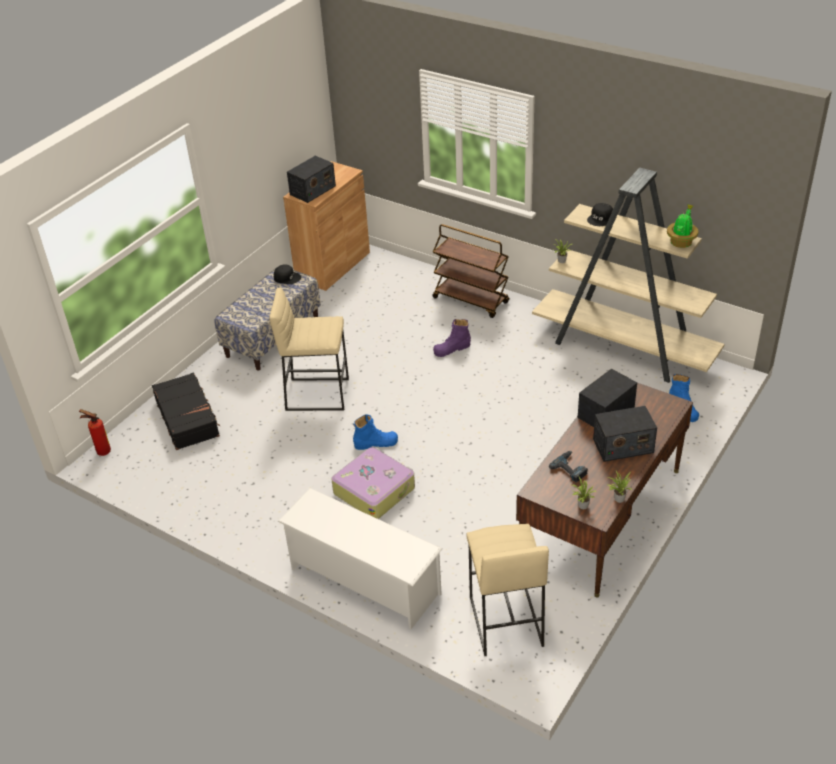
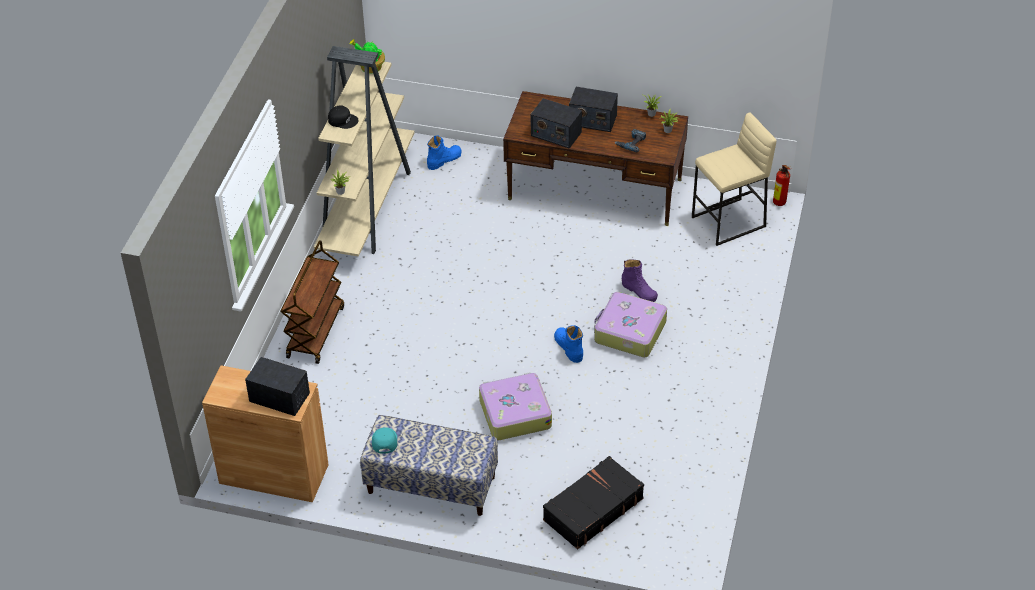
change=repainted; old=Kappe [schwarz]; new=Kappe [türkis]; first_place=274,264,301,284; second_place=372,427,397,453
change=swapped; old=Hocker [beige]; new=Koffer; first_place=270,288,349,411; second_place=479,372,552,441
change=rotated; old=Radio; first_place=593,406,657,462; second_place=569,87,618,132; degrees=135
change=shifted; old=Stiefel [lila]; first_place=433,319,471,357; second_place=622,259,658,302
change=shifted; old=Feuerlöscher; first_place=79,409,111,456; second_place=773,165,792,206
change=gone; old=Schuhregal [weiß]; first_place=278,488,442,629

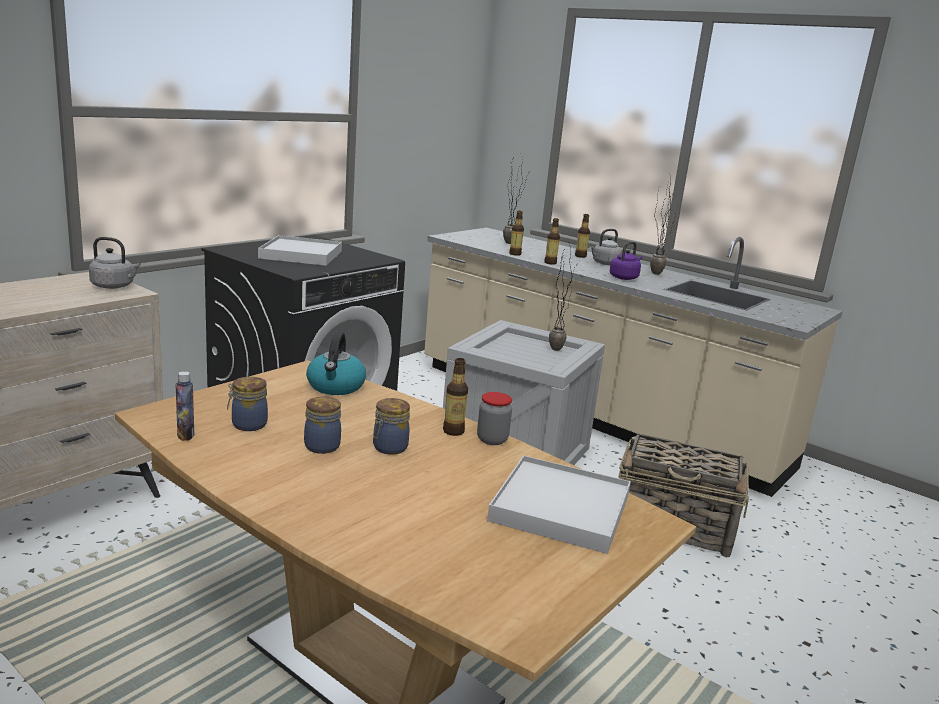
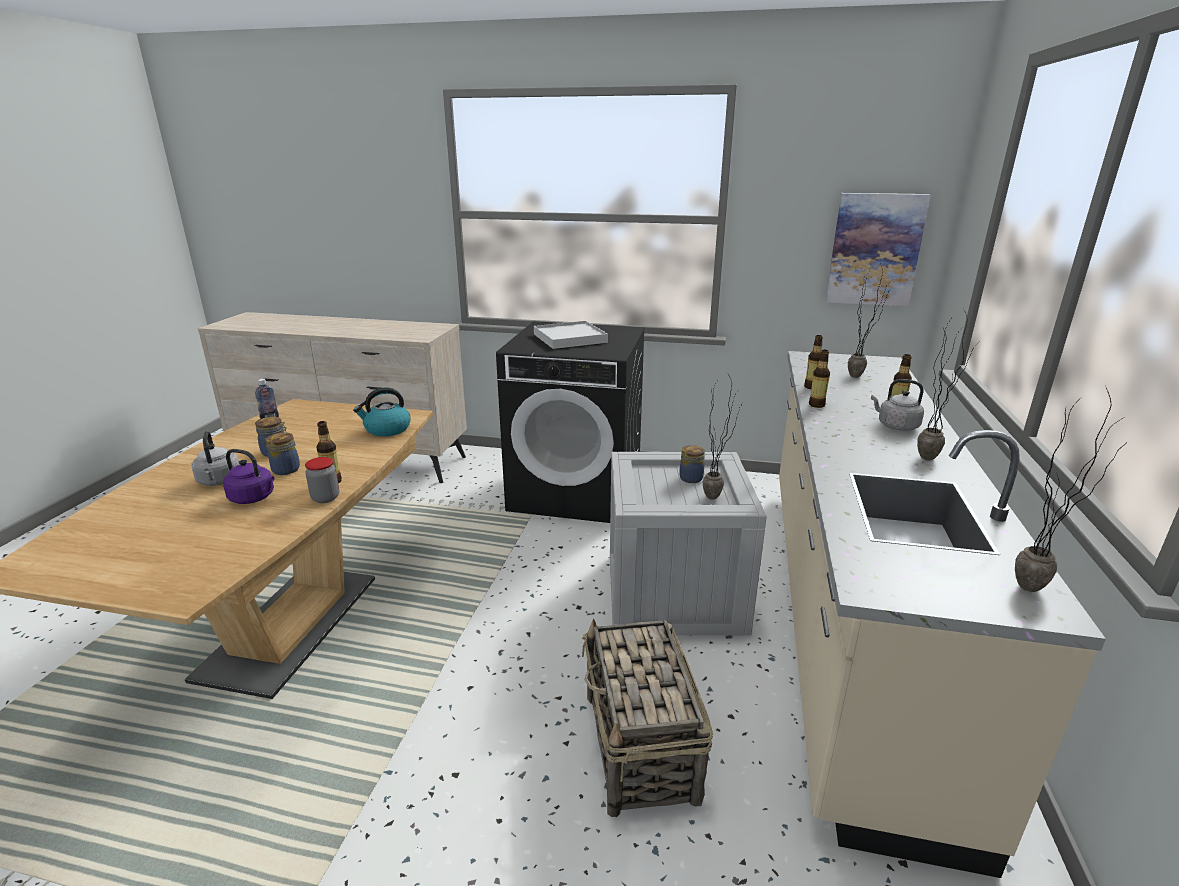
change=shifted; old=Wasserkessel [grau]; first_place=89,237,141,289; second_place=192,431,240,486
change=shifted; old=Wasserkessel [lila]; first_place=610,241,642,280; second_place=223,449,275,504
change=shifted; old=Vorratsglas; first_place=227,377,268,431; second_place=679,445,705,483
change=new; new=Bild; second_place=825,193,931,306
change=new; new=Topfpflanze; second_place=1015,387,1125,592
change=gone; old=Tablett [weiß]; first_place=487,455,631,554

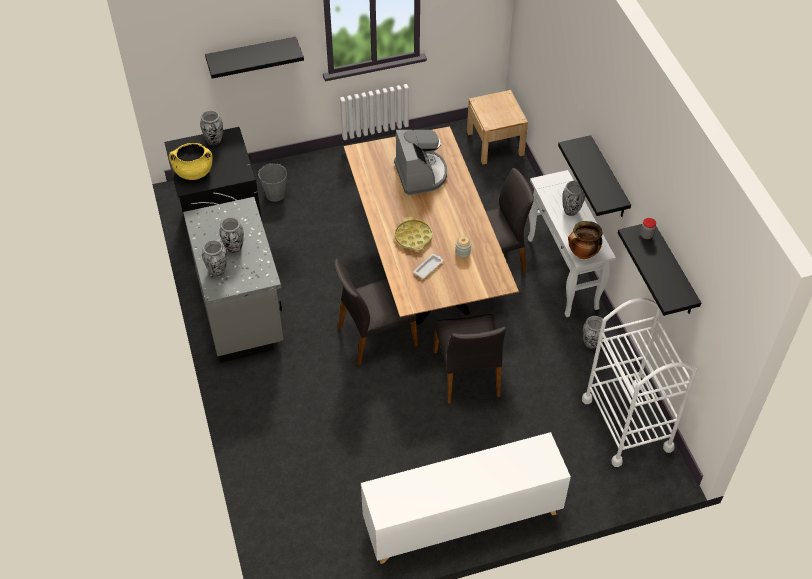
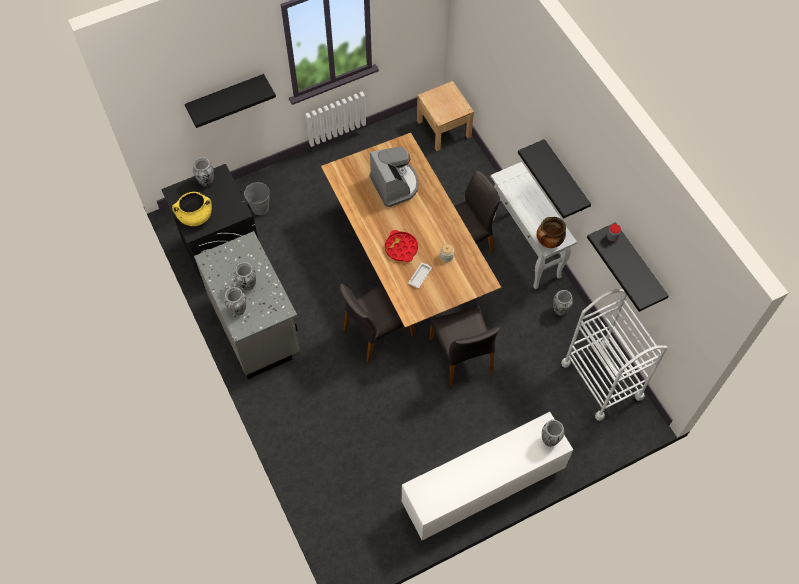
change=repainted; old=Tablett [gelb]; new=Tablett [rot]; first_place=395,217,433,251; second_place=385,230,418,262
change=shifted; old=Vase; first_place=562,181,585,216; second_place=542,420,564,447

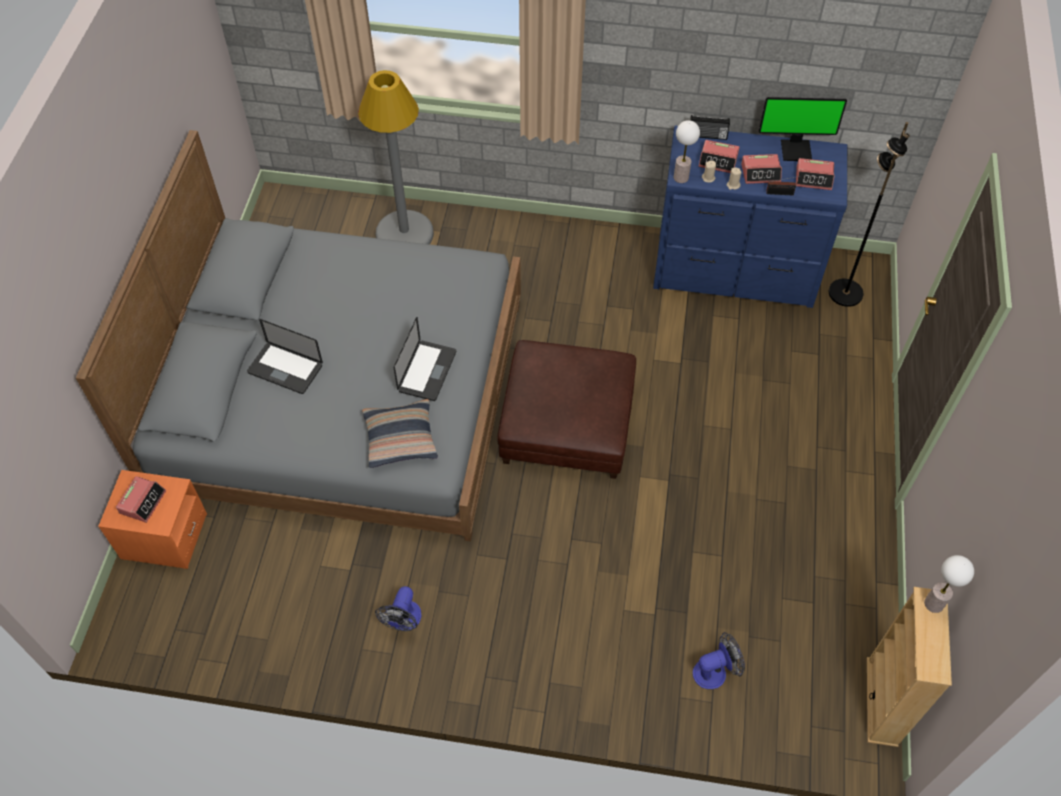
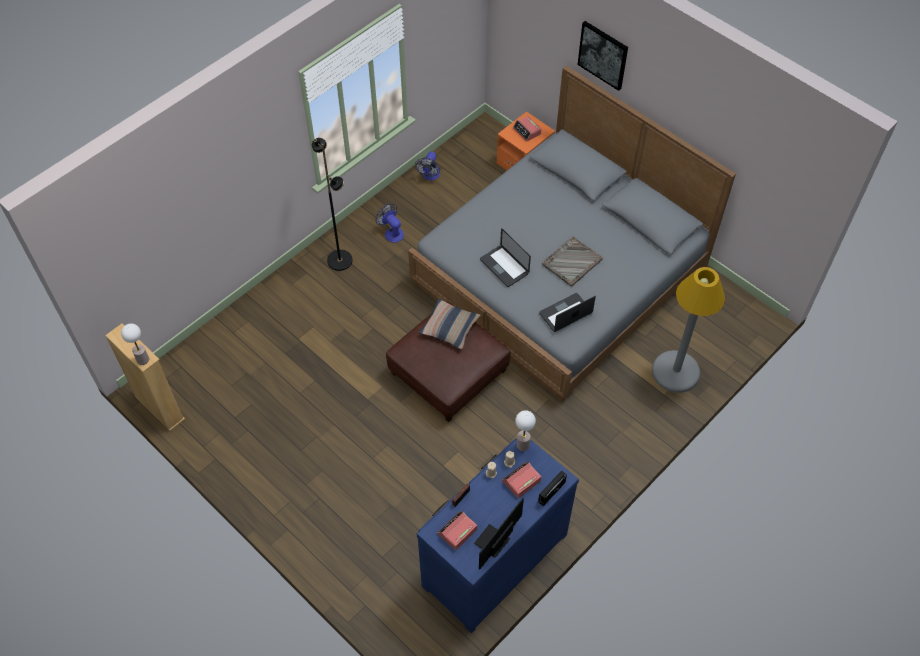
change=shifted; old=Stehlampe [schwarz]; first_place=829,122,910,307; second_place=312,138,353,271
change=shifted; old=Ventilator; first_place=693,632,745,689; second_place=415,151,440,180
change=shifted; old=Kissen; first_place=362,399,438,468; second_place=419,299,480,350
change=shifted; old=Laptop; first_place=247,319,323,394; second_place=539,293,596,332
change=new; new=Tablett [grau]; second_place=542,236,603,287
change=new; new=Bild; second_place=578,21,628,91
change=gone; old=Wecker; first_place=741,154,782,184

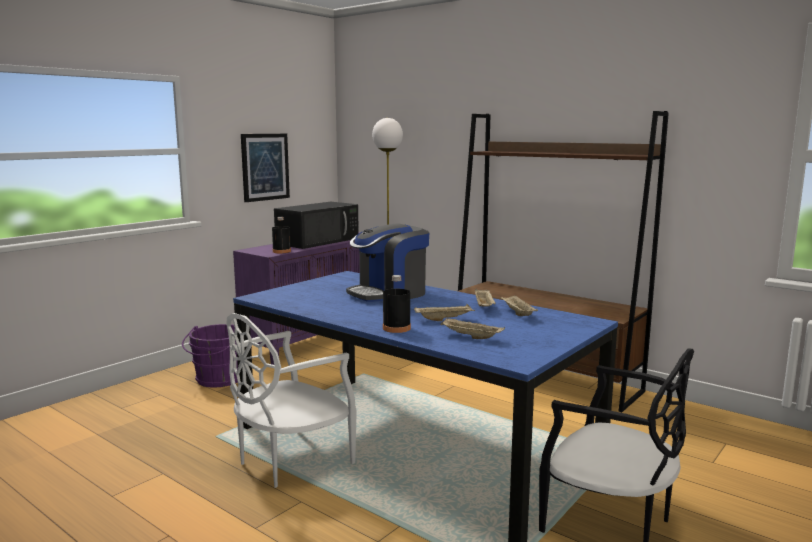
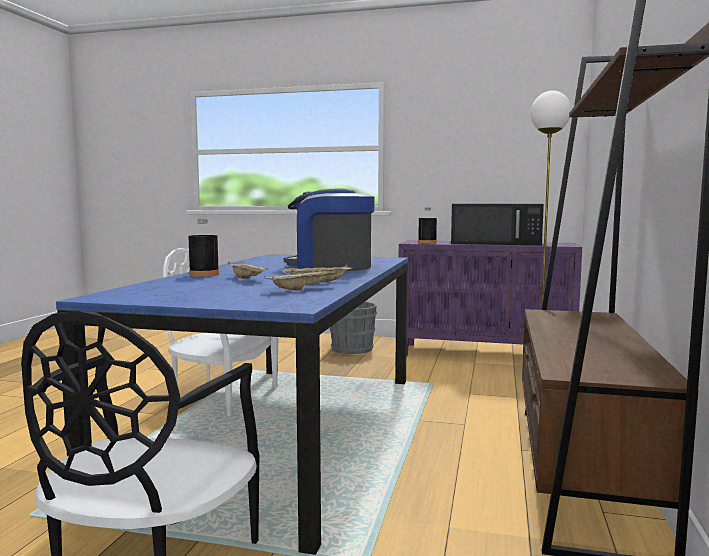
change=repainted; old=Eimer [lila]; new=Eimer [grau]; first_place=182,324,238,388; second_place=329,302,377,354
change=gone; old=Bild; first_place=241,134,290,202
change=gone; old=Tablett [beige]; first_place=440,318,505,339

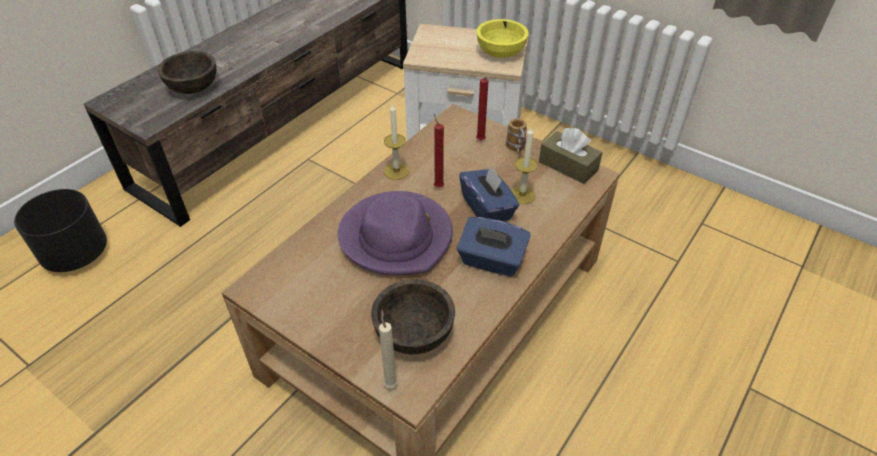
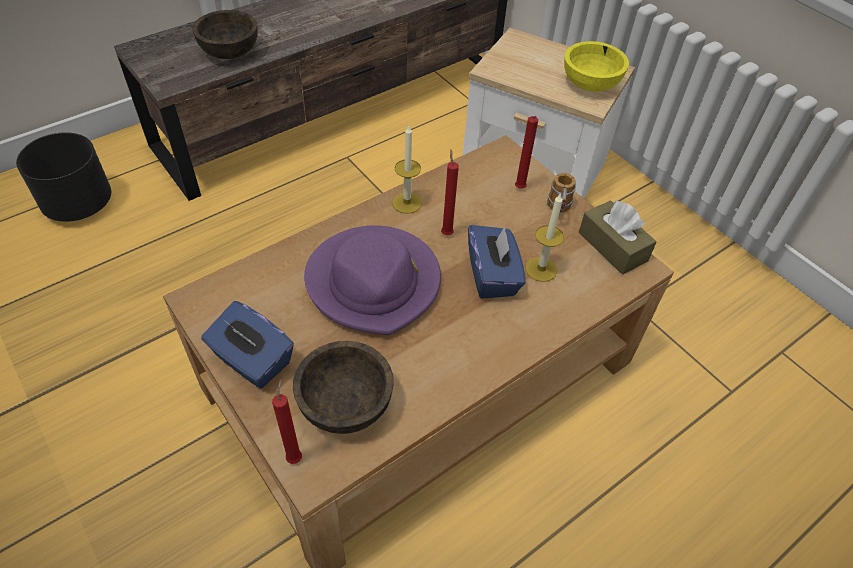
change=shifted; old=Taschentuchbox [blau]; first_place=457,217,531,277; second_place=201,301,294,389
change=repainted; old=Kerze [beige]; new=Kerze [rot]; first_place=379,310,398,389; second_place=272,379,302,464

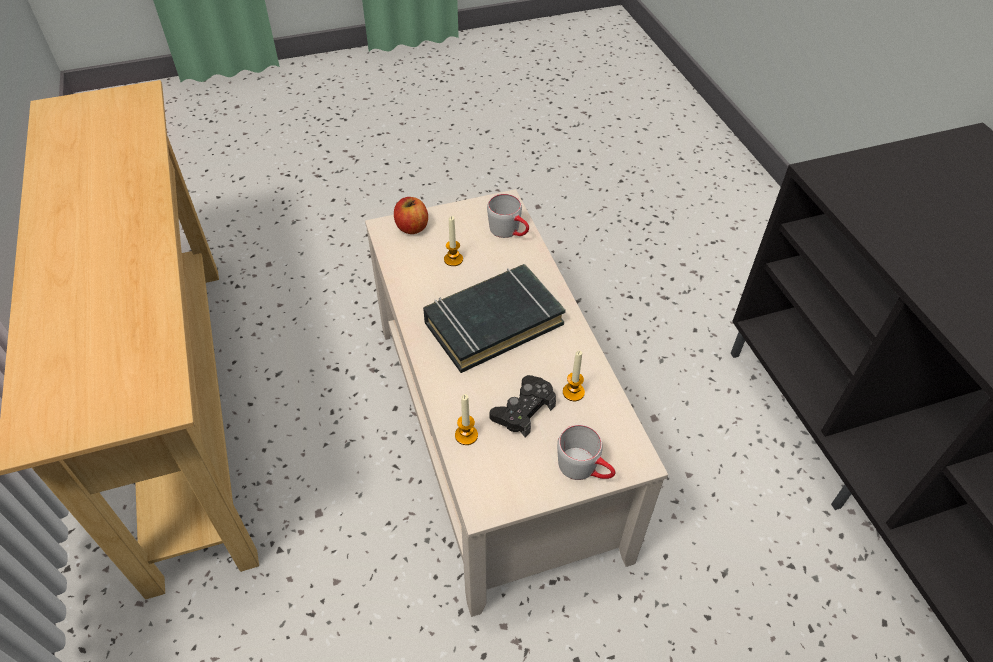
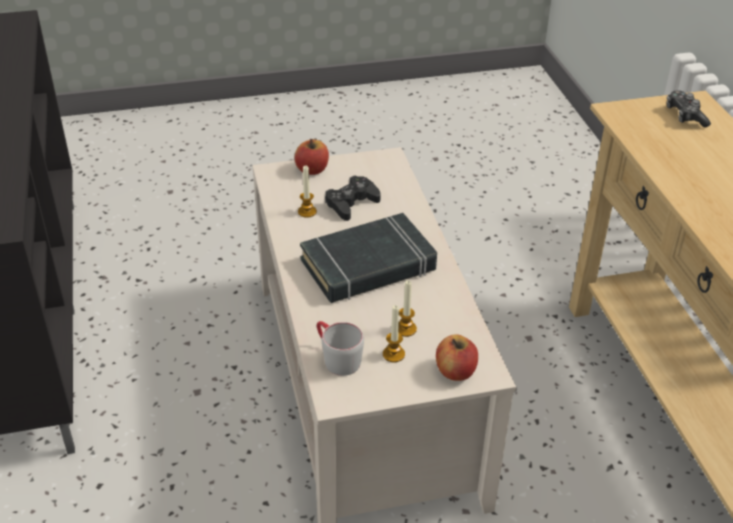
change=swapped; old=Henkelbecher [grau]; new=Apfel; first_place=557,425,616,480; second_place=295,139,329,175
change=shifted; old=Kerze; first_place=455,394,478,445; second_place=383,305,405,362
change=new; new=Gamepad; second_place=666,90,711,127

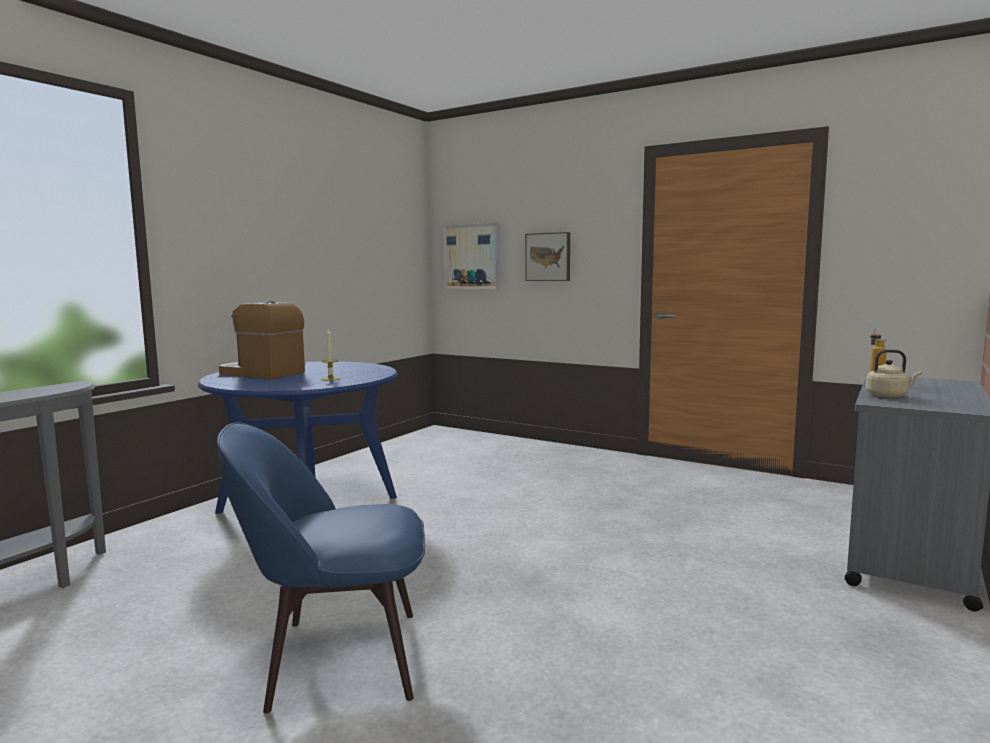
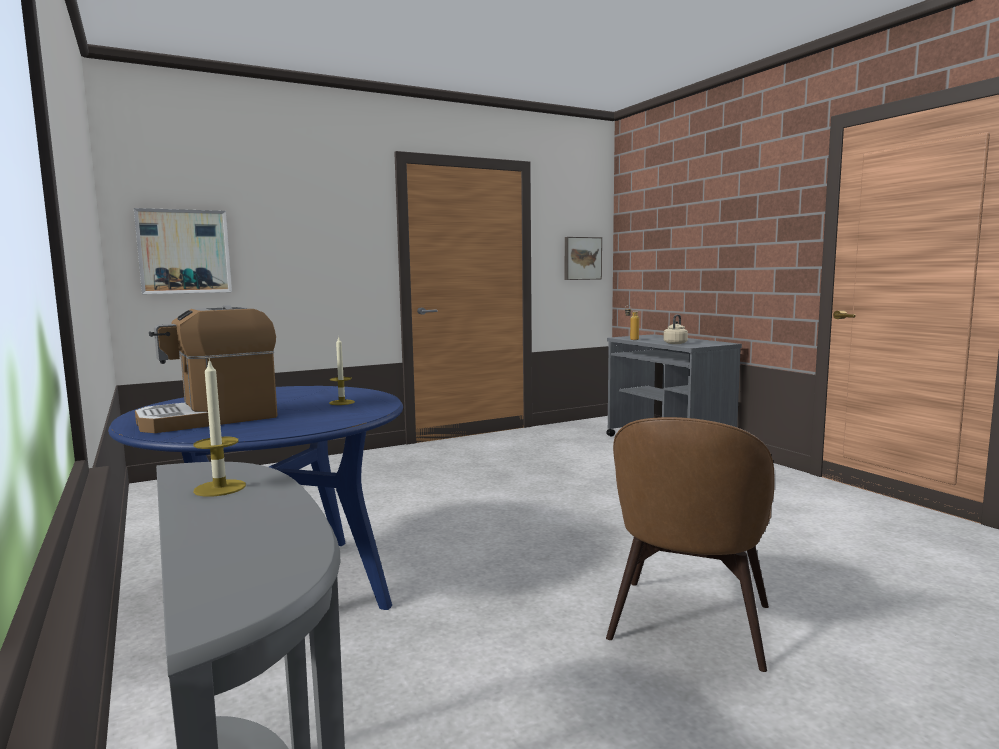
change=new; new=Kerze; second_place=193,358,246,497
change=shifted; old=Bild; first_place=525,232,570,281; second_place=565,237,602,280
change=repainted; old=Stuhl [blau]; new=Stuhl [braun]; first_place=217,423,425,713; second_place=606,417,775,672

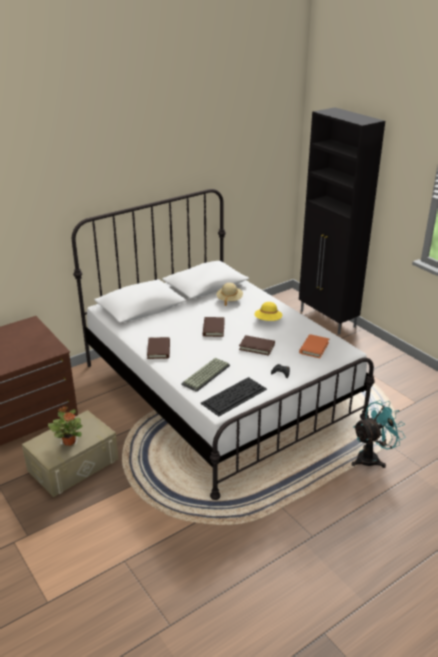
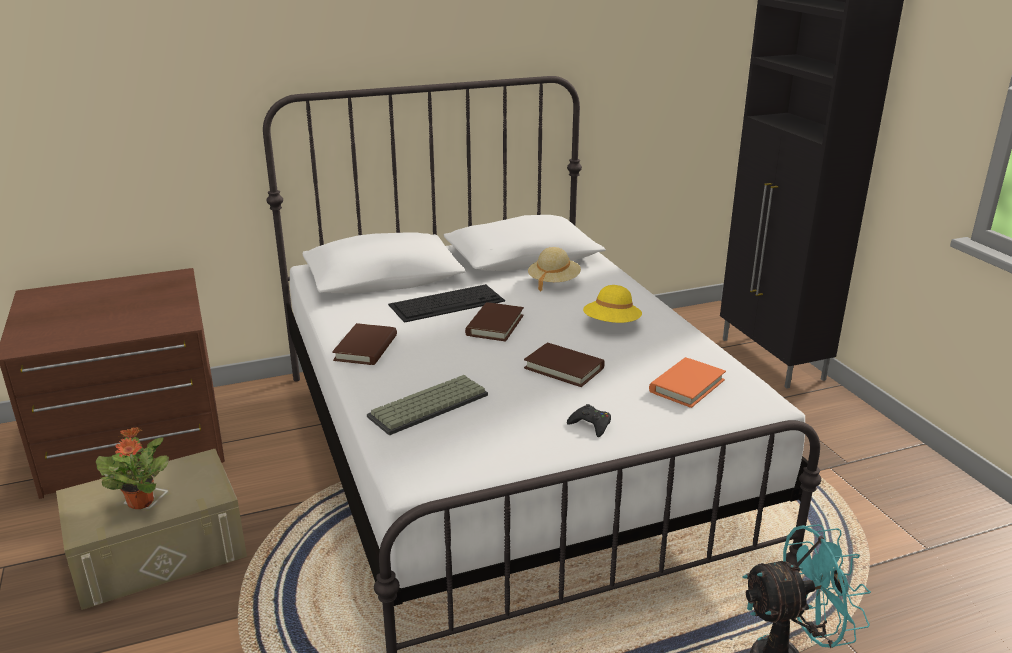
change=shifted; old=Tastatur; first_place=200,377,267,416; second_place=388,284,505,323

